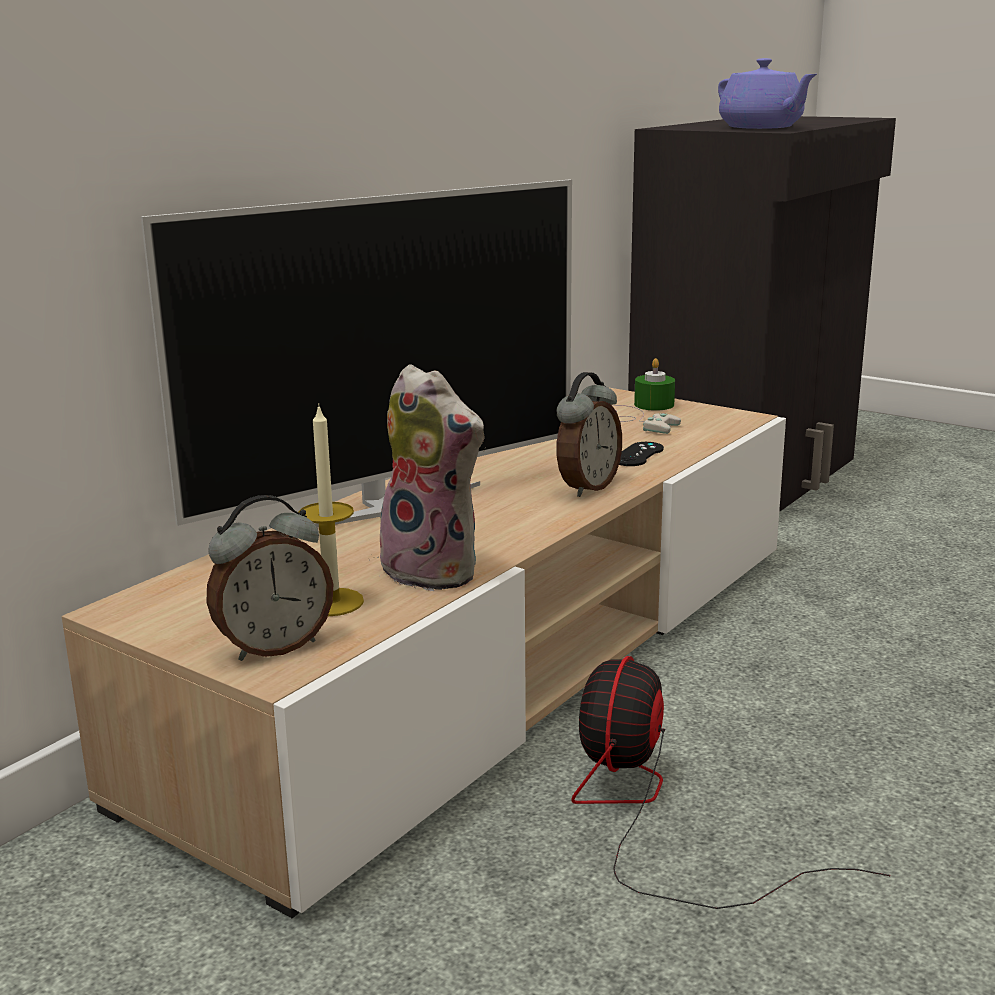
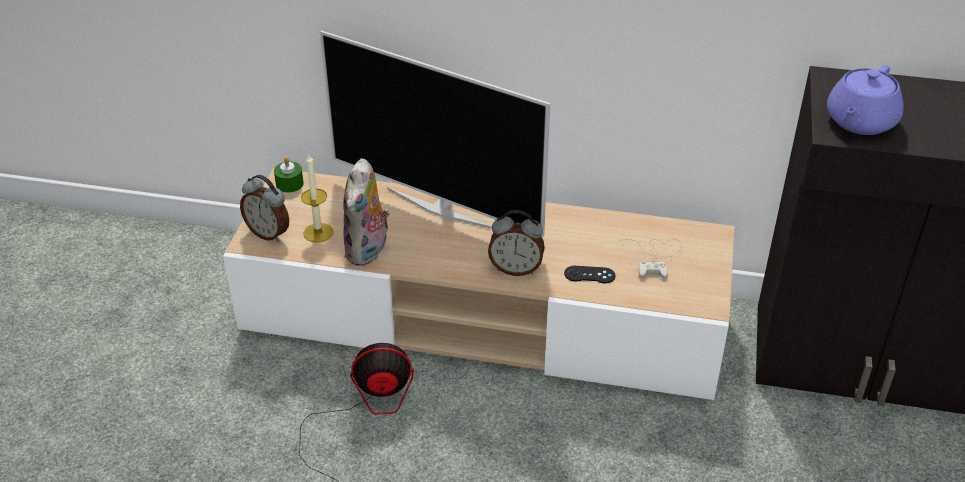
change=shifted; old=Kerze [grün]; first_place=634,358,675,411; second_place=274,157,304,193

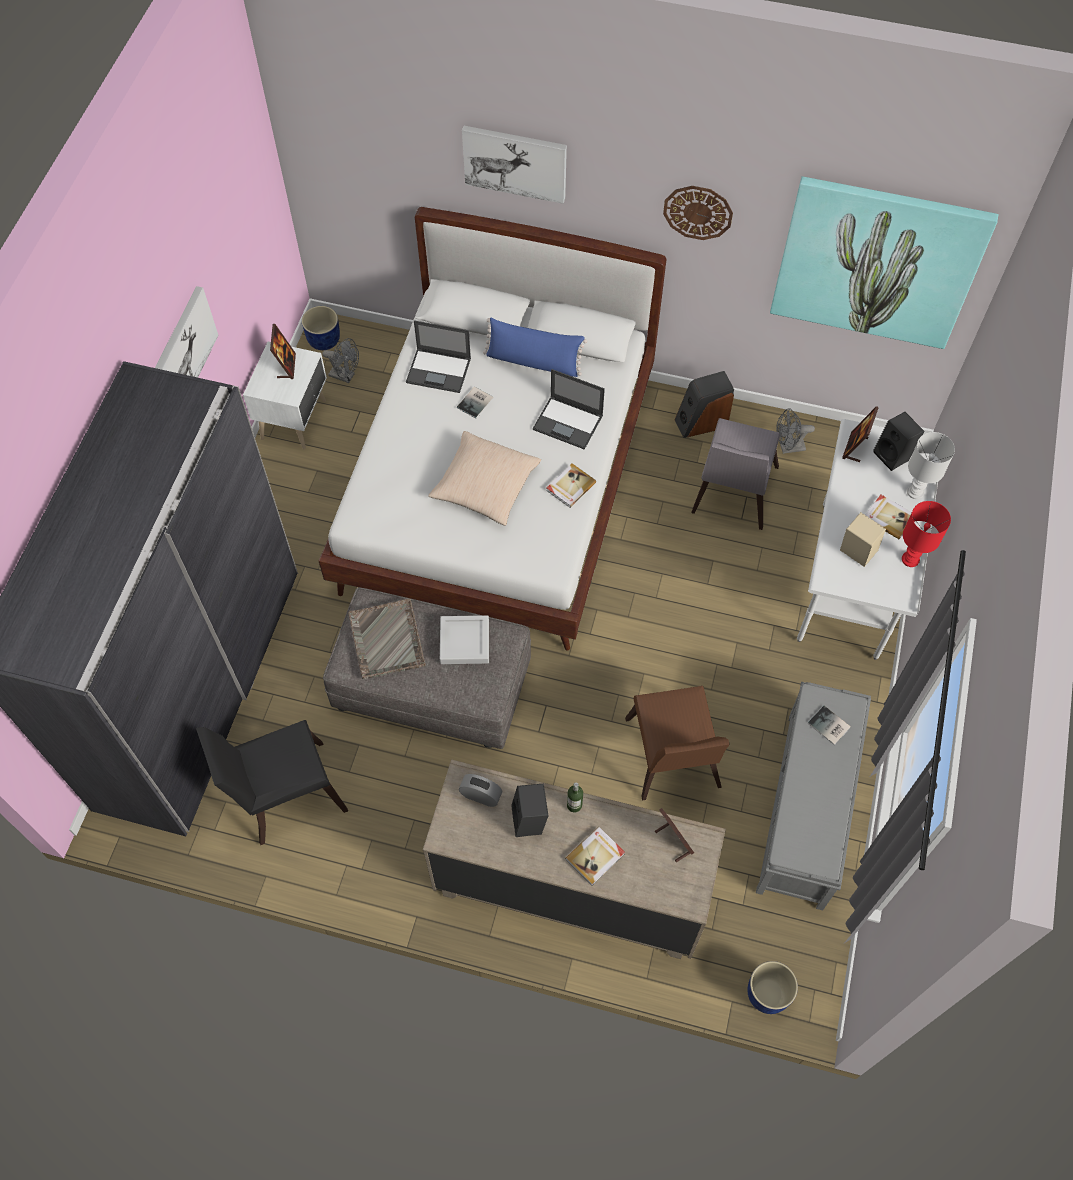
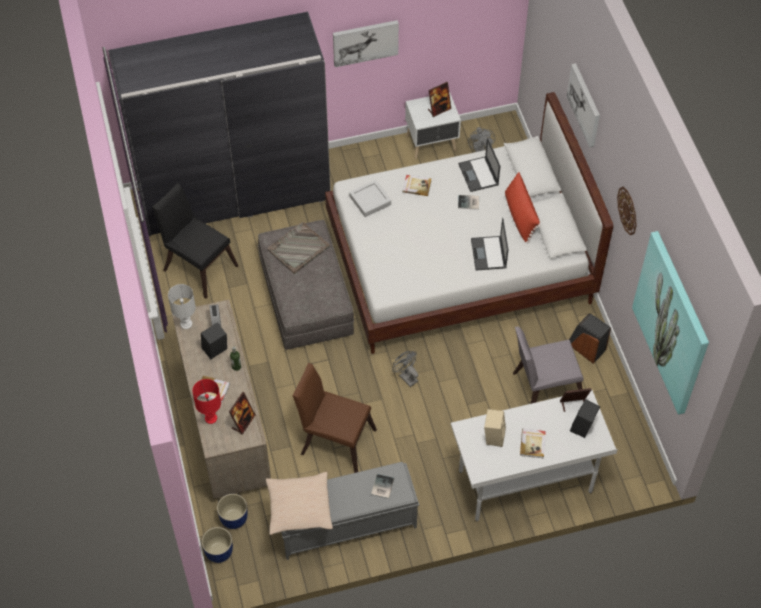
change=shifted; old=Tischlampe [weiß]; first_place=907,432,955,499; second_place=168,284,196,329
change=shifted; old=Tischlampe [rot]; first_place=902,501,951,567; second_place=192,379,221,424
change=shifted; old=Pflanzkübel [blau]; first_place=302,306,340,350; second_place=217,494,248,529
change=shifted; old=Kissen [beige]; first_place=428,431,541,526; second_place=266,472,333,535
change=rotated; old=Stuhl [braun]; first_place=625,686,730,800; second_place=292,363,377,473; degrees=60
change=shifted; old=Tablett [grau]; first_place=440,615,489,664; second_place=349,180,391,217
change=shifted; old=Ventilator [grau]; first_place=776,408,815,454; second_place=392,351,418,387
change=shifted; old=Buch; first_place=546,463,596,508; second_place=403,175,432,196
change=repainted; old=Kissen [blau]; new=Kissen [rot]; first_place=483,317,587,377; second_place=505,172,541,244

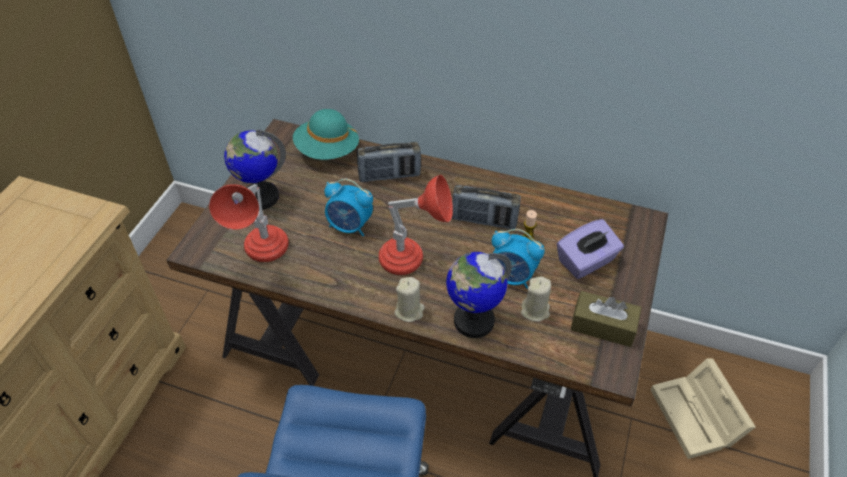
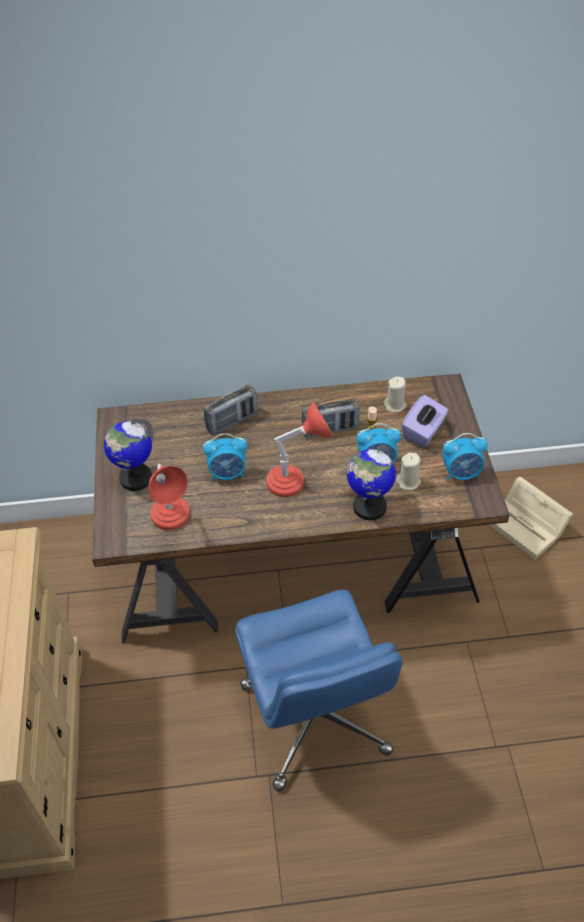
change=shifted; old=Kerze [beige]; first_place=394,277,425,322; second_place=384,377,407,412
change=swapped; old=Taschentuchbox [braun]; new=Wecker; first_place=571,291,642,347; second_place=442,433,488,481
change=gone; old=Hut [türkis]; first_place=293,109,359,160

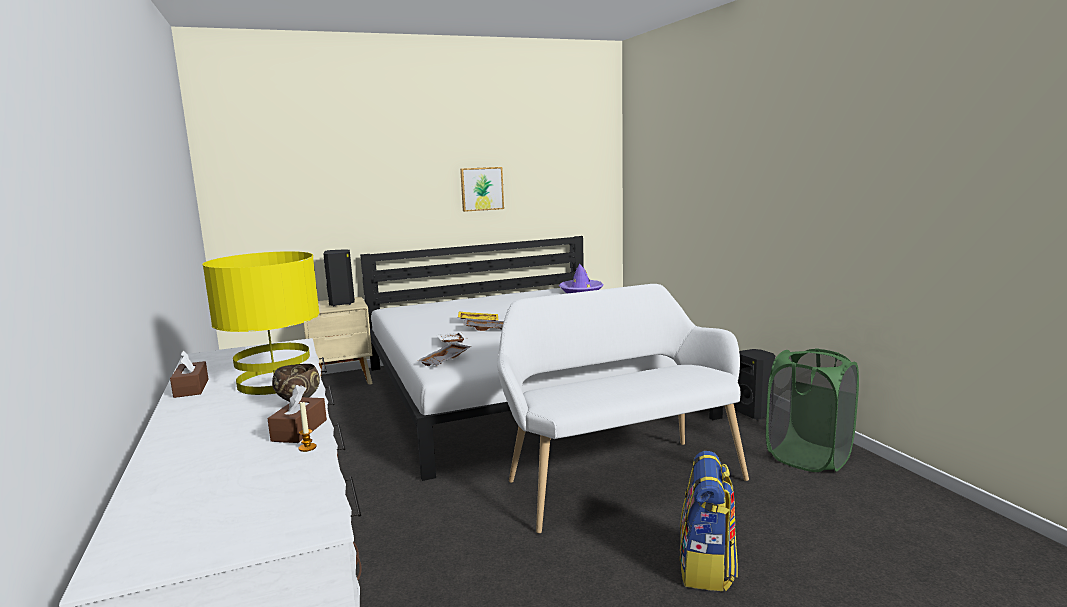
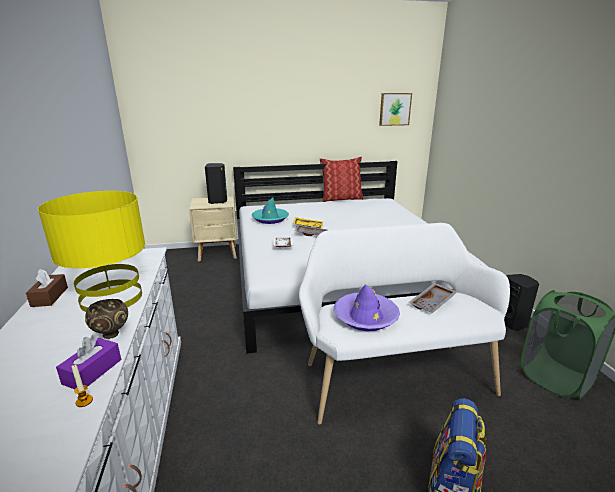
change=repainted; old=Taschentuchbox [braun]; new=Taschentuchbox [lila]; first_place=267,385,327,443; second_place=56,335,121,389
change=new; new=Hut [türkis]; second_place=251,198,289,224
change=new; new=Kissen; second_place=320,157,364,202
change=shifted; old=Hut [lila]; first_place=559,263,604,293; second_place=334,284,400,331
change=shifted; old=Bild; first_place=460,167,504,212; second_place=379,93,412,126
change=shifted; old=Tablett [grau]; first_place=418,343,471,366; second_place=408,283,457,313

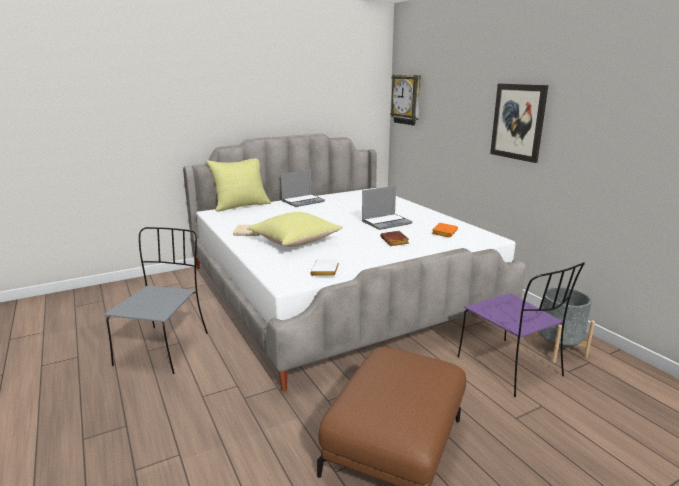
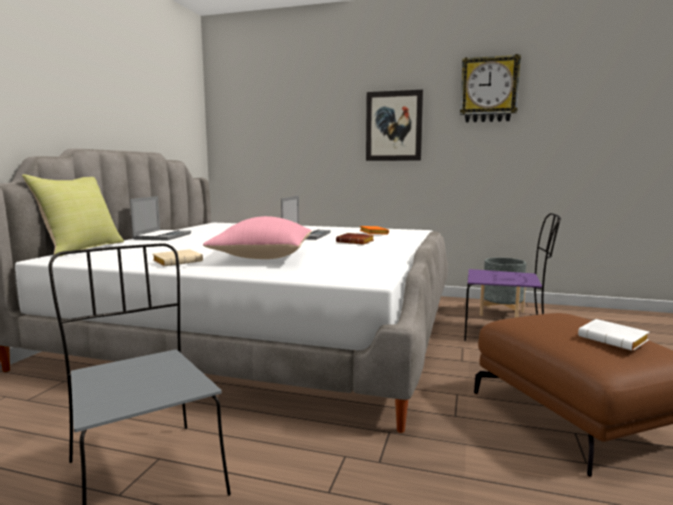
change=repainted; old=Kissen [gelb]; new=Kissen [rosa]; first_place=247,212,343,247; second_place=203,216,312,259
change=shifted; old=Wanduhr; first_place=390,75,421,126; second_place=460,54,521,122
change=shifted; old=Buch [weiß]; first_place=311,259,339,276; second_place=578,319,649,351

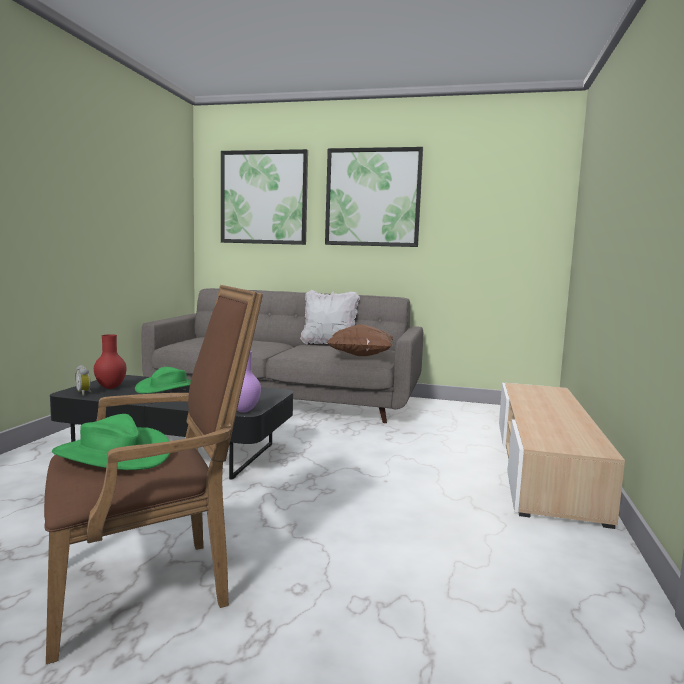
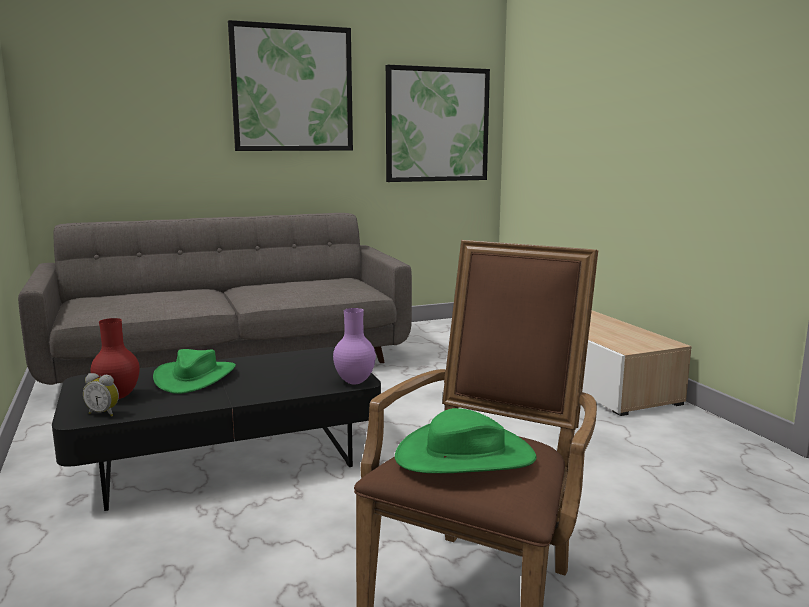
change=shifted; old=Bild; first_place=221,149,308,245; second_place=386,65,490,182
change=gone; old=Kissen [weiß]; first_place=300,290,360,344
change=gone; old=Kissen [braun]; first_place=327,324,394,356

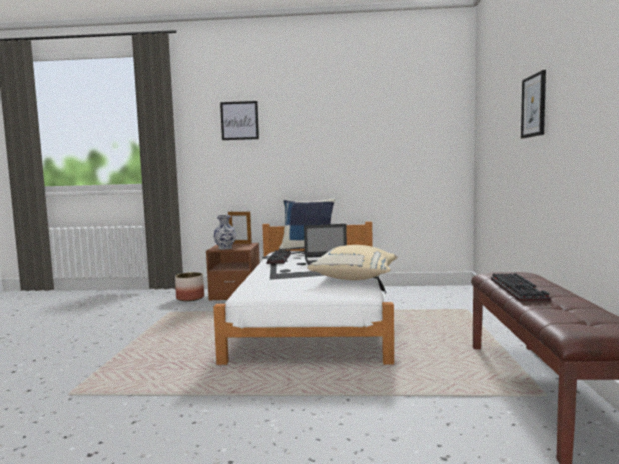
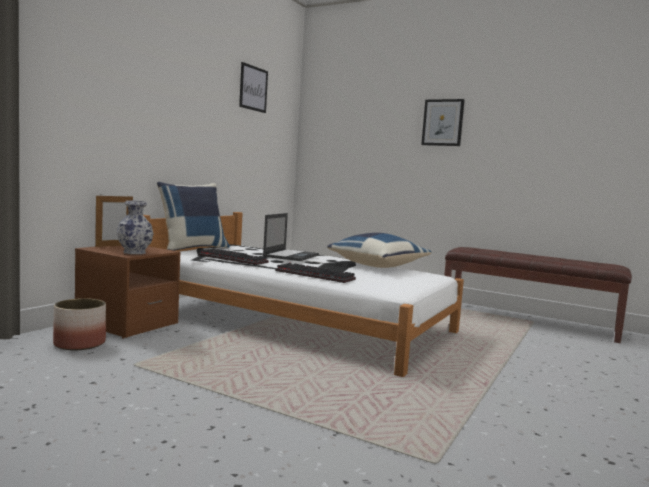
change=shifted; old=Bild; first_place=220,101,259,140; second_place=239,62,268,113
change=shifted; old=Tastatur; first_place=491,273,551,302; second_place=275,263,356,283
change=repainted; old=Kissen [beige]; new=Kissen [blau]; first_place=308,245,398,280; second_place=327,233,431,268

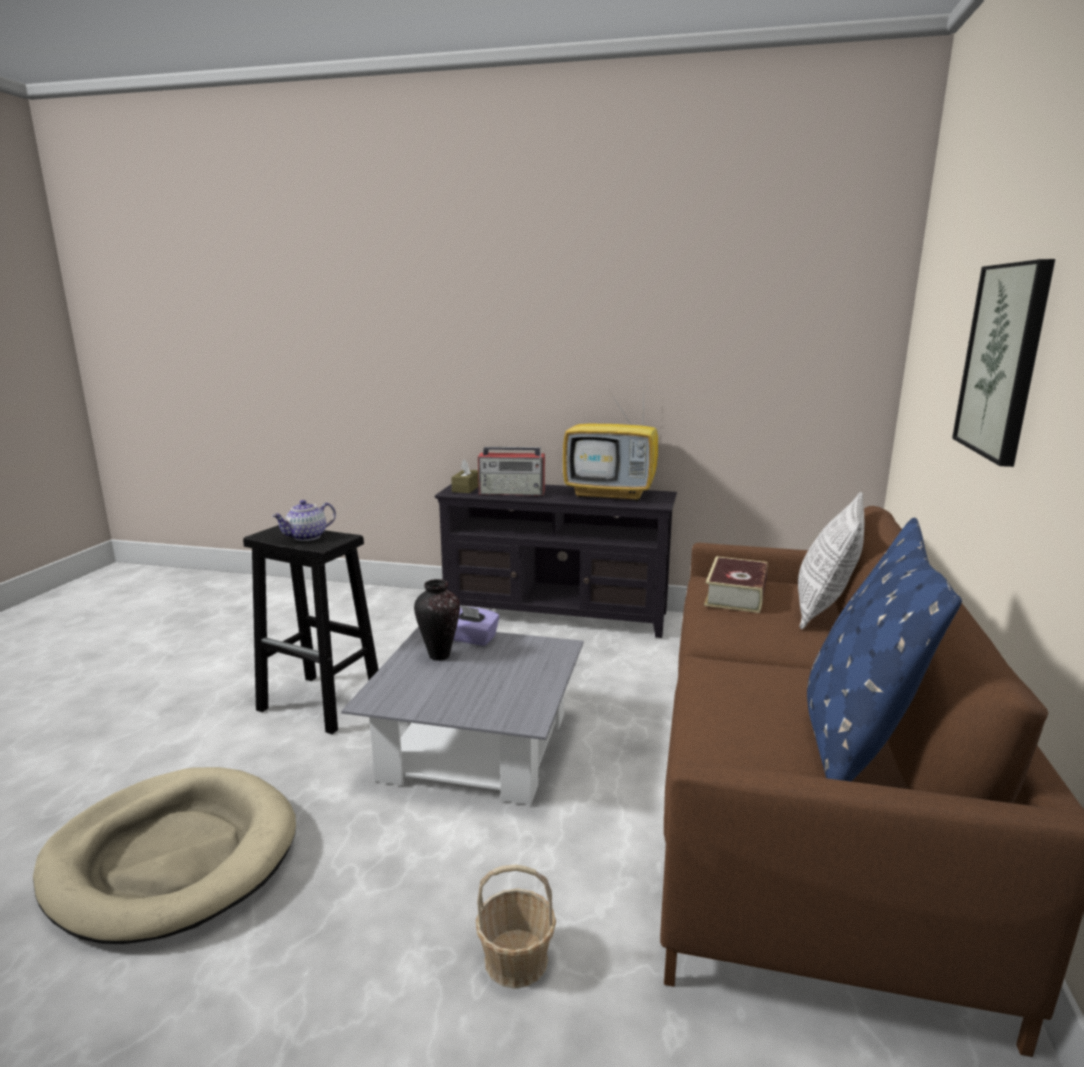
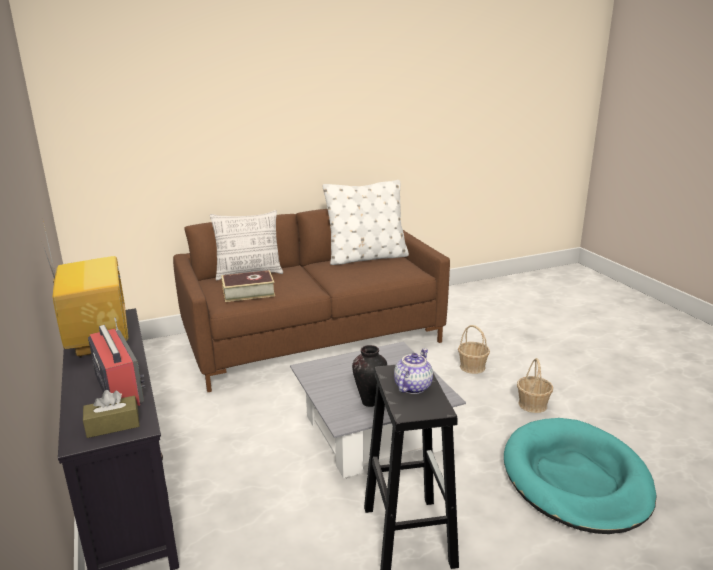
change=repainted; old=Kissen [blau]; new=Kissen [weiß]; first_place=807,518,962,782; second_place=323,180,409,265
change=rotated; old=Teekanne; first_place=272,500,336,541; second_place=394,349,433,394; degrees=-75
change=repainted; old=Hundebett [beige]; new=Hundebett [türkis]; first_place=33,767,296,944; second_place=504,418,656,534
change=new; new=Korb; second_place=517,358,553,413
change=gone; old=Taschentuchbox [lila]; first_place=453,605,499,646
change=gone; old=Bild; first_place=952,259,1055,467

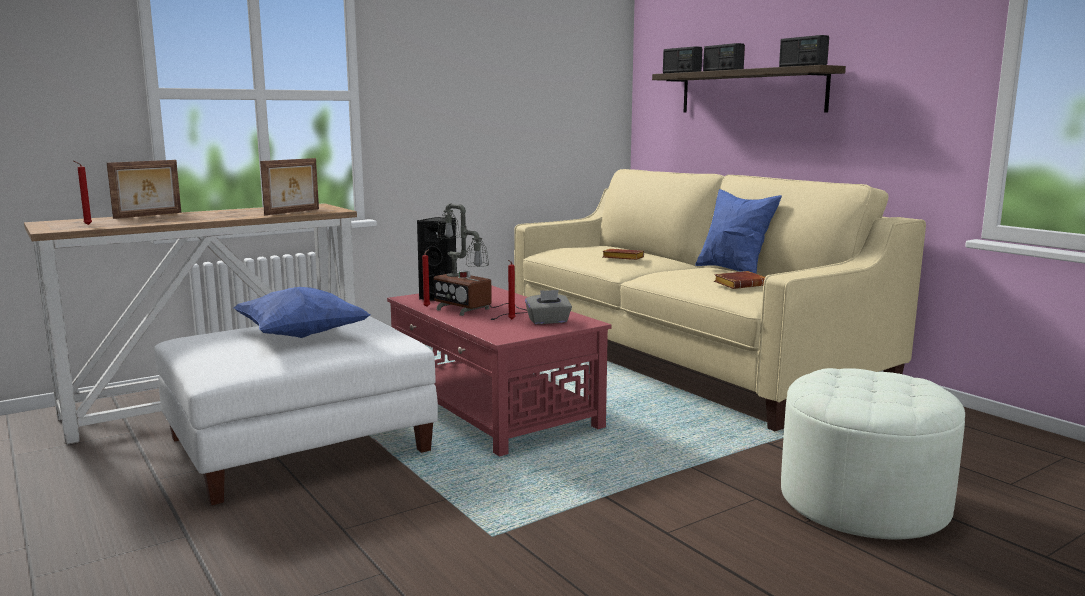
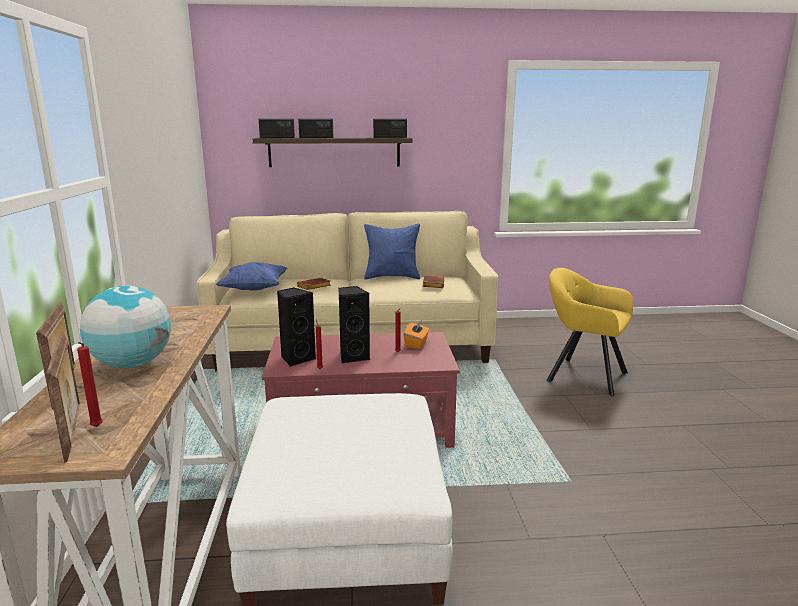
change=shifted; old=Bilderrahmen; first_place=260,158,319,215; second_place=46,333,80,463
change=new; new=Globus; second_place=80,285,171,368
change=shifted; old=Kissen [blau]; first_place=234,287,371,338; second_place=216,262,288,291
change=swapped; old=Tischlampe; new=Lautsprecher [schwarz]; first_place=434,203,527,320; second_place=338,286,370,363
change=repainted; old=Taschentuchbox [grau]; new=Taschentuchbox [orange]; first_place=525,290,572,324; second_place=404,320,429,349
change=swapped; old=Polsterhocker [weiß]; new=Sessel [gelb]; first_place=781,368,965,540; second_place=546,268,633,396

